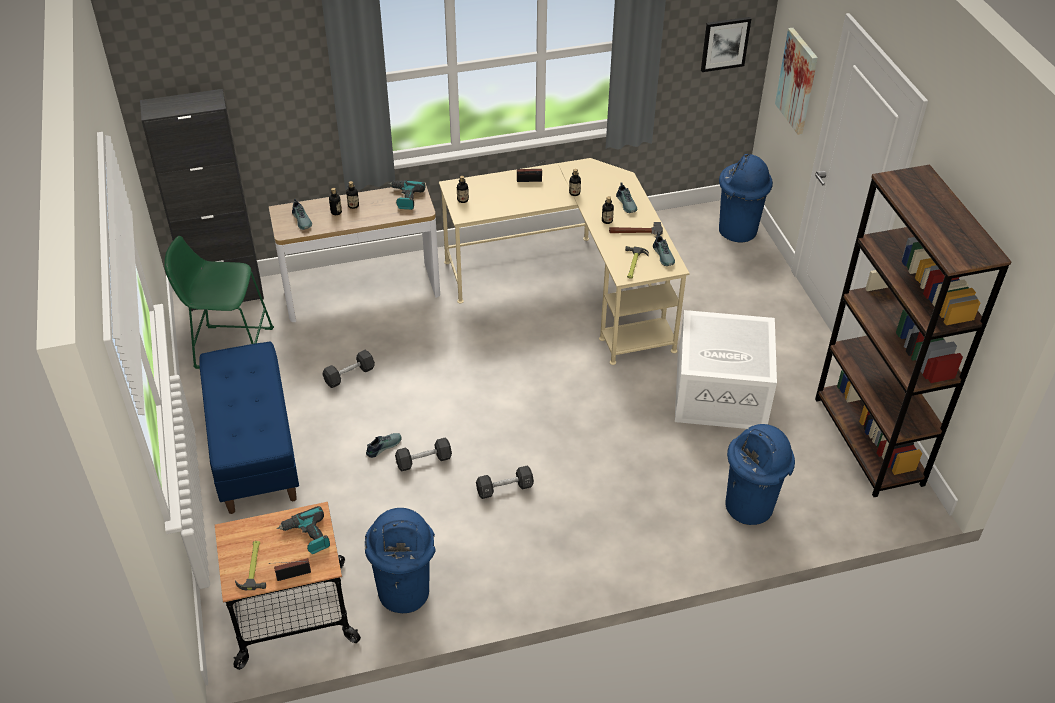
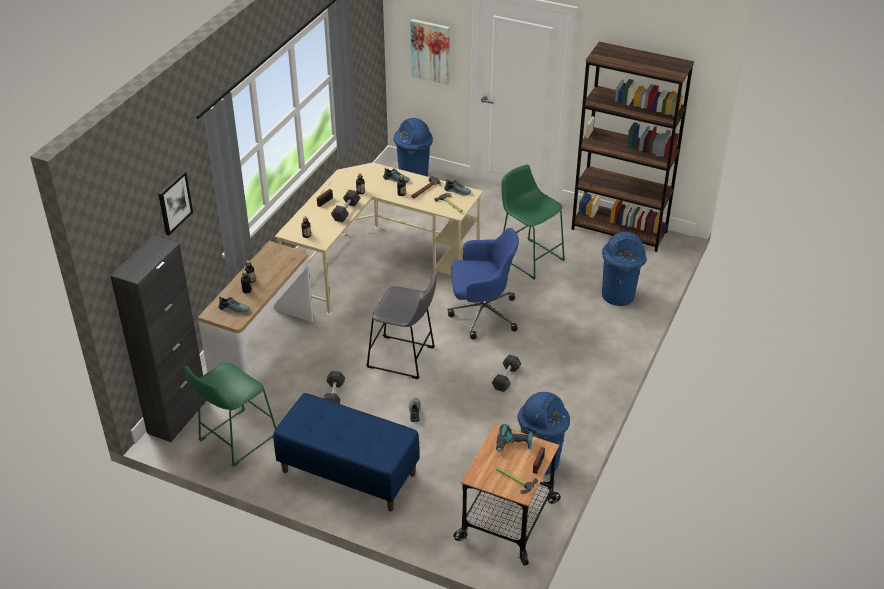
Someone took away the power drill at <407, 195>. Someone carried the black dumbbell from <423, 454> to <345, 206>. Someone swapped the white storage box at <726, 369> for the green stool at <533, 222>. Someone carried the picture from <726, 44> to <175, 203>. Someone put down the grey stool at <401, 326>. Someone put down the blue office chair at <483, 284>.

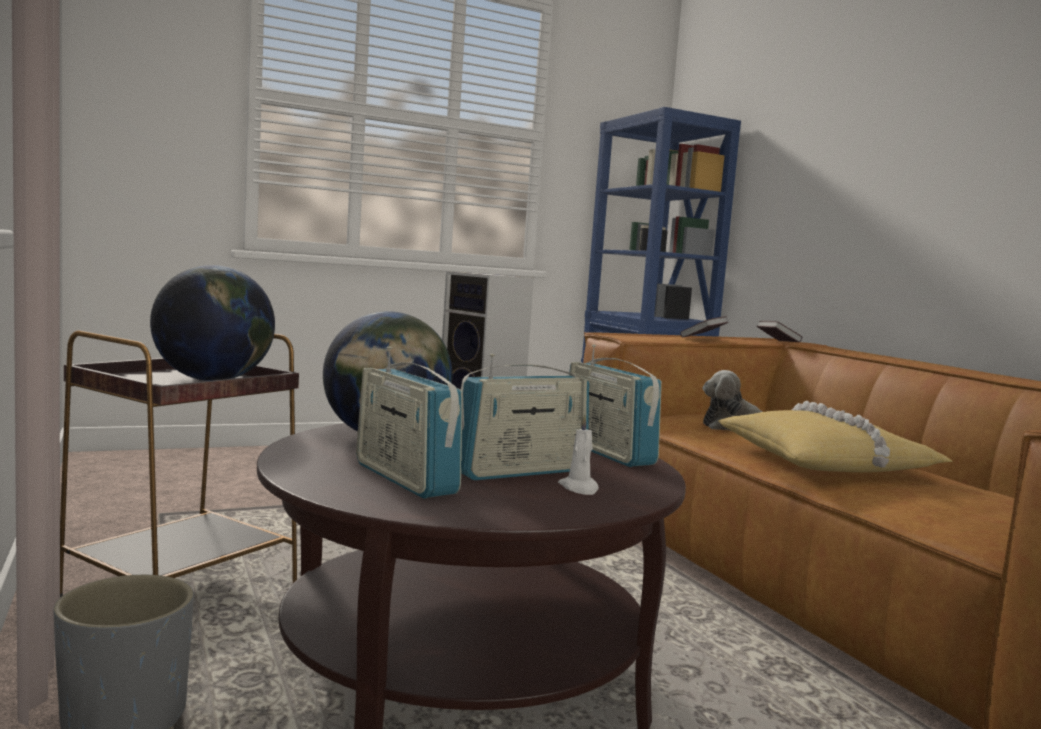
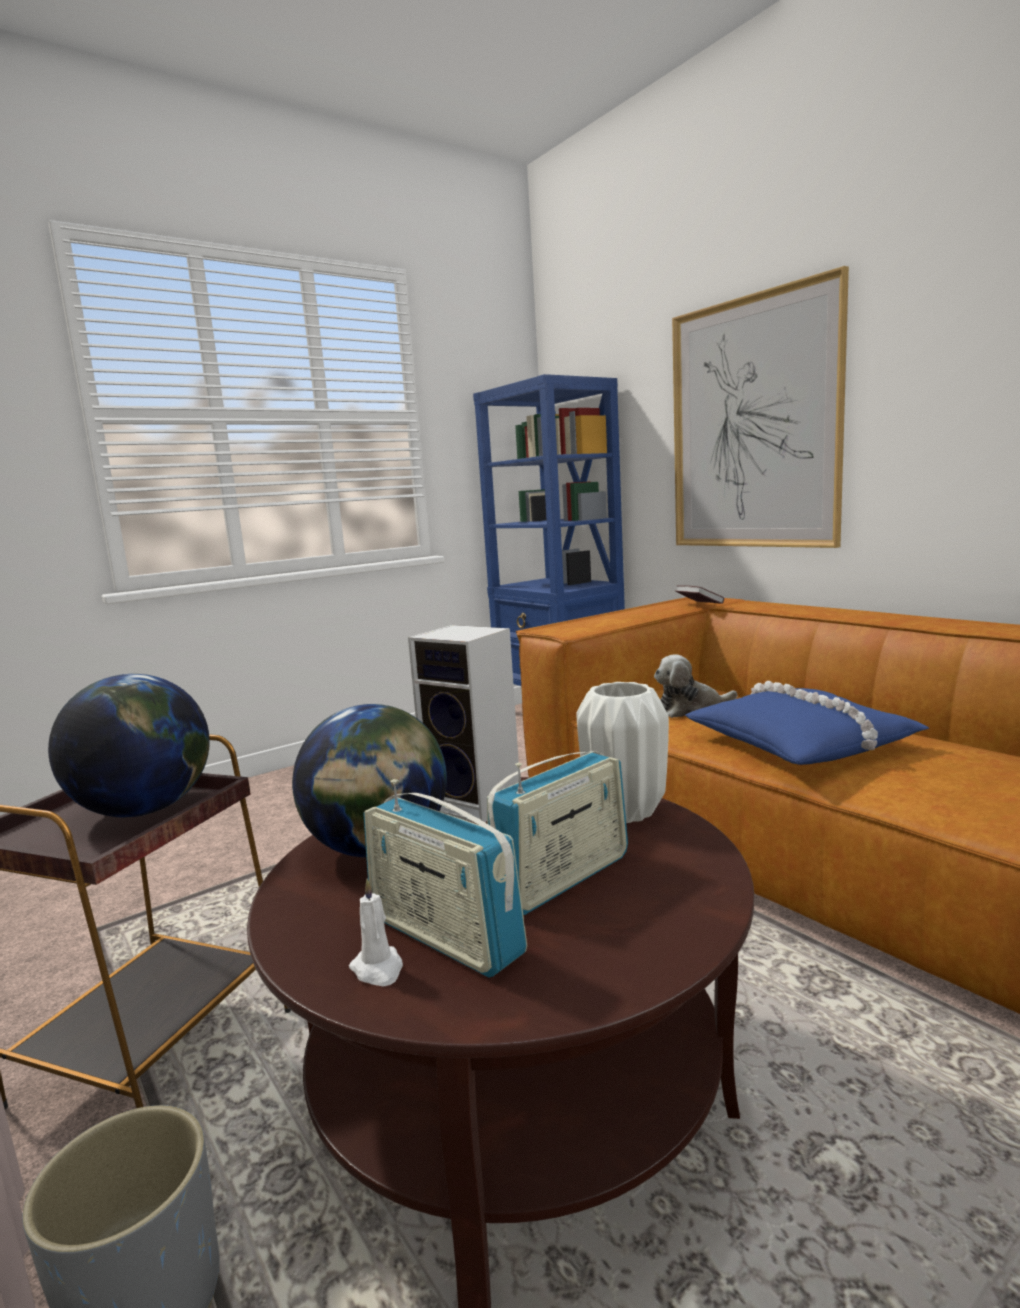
Someone carried the white candle from <578, 455> to <376, 933>. Someone swapped the radio at <615, 406> for the white vase at <622, 752>. Someone took away the book at <704, 327>. Someone repainted the yellow pillow at <836, 436>, which became the blue pillow at <807, 723>. Someone put up the picture at <760, 407>.

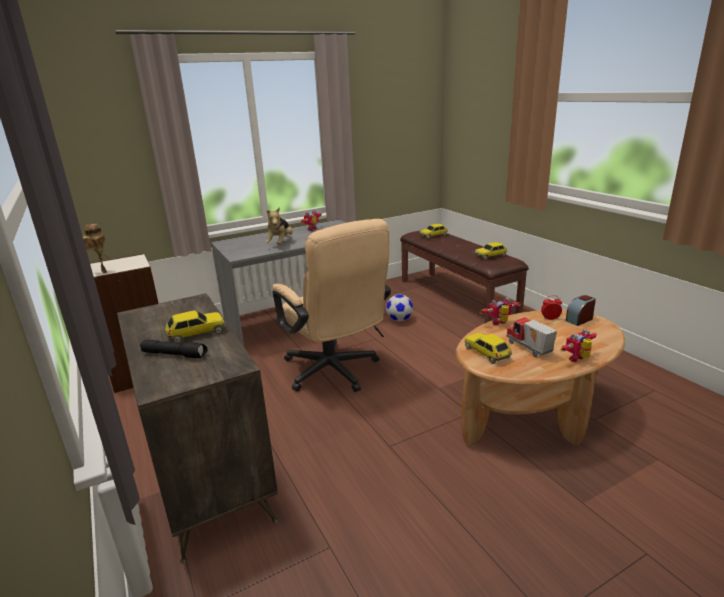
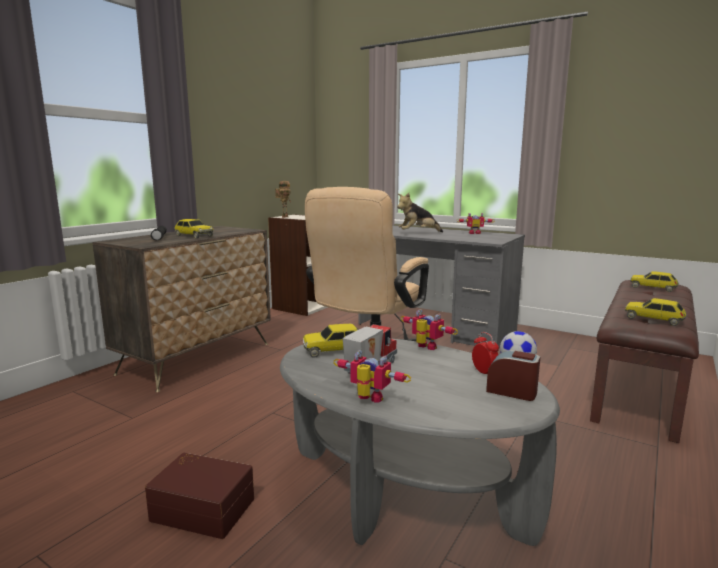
Someone repainted the brown coffee table at <540, 377>, which became the grey coffee table at <420, 442>. Someone rotated the toy car at <488, 348> by 135 degrees counterclockwise. Someone put down the brown storage box at <199, 496>.

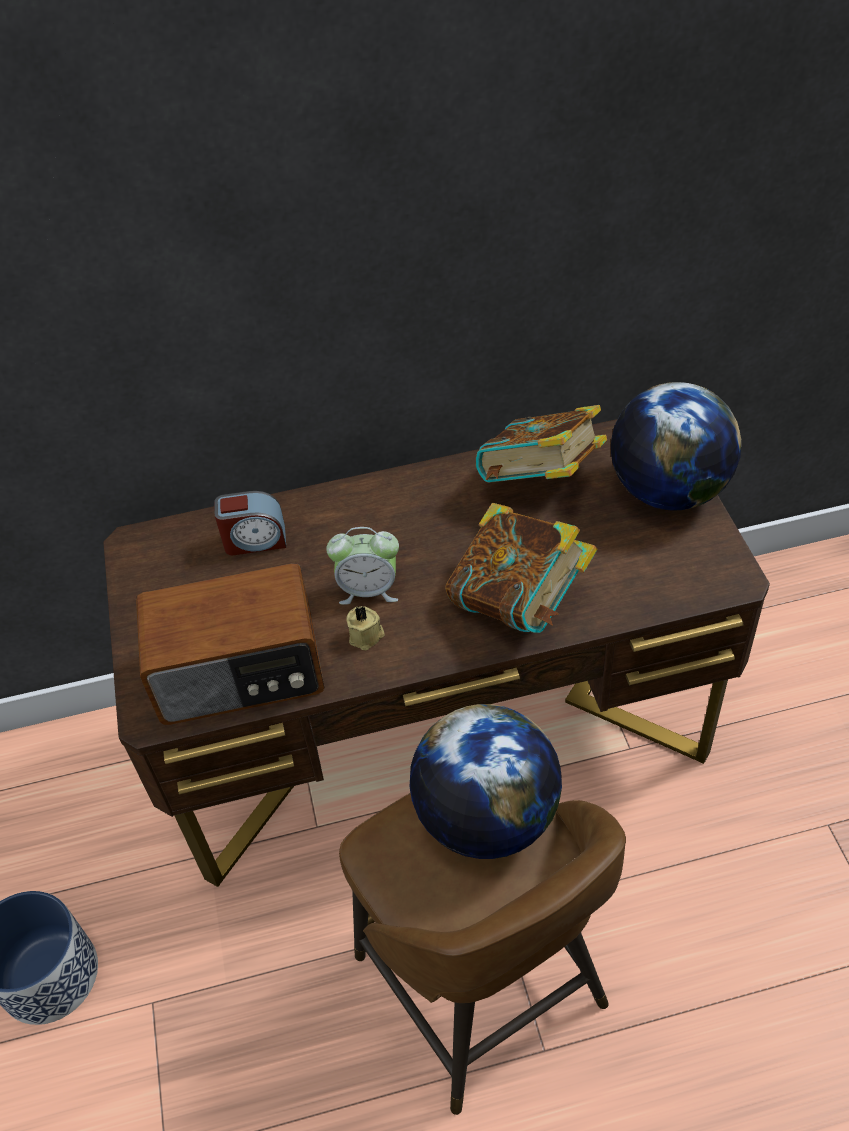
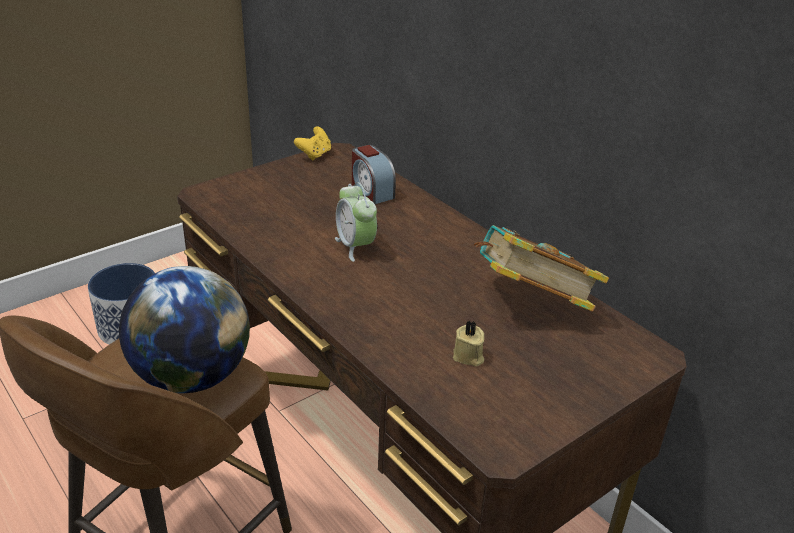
Someone took away the radio at <230, 644>. Someone carried the beige candle from <365, 628> to <468, 343>. Someone took away the book at <521, 568>. Someone took away the globe at <676, 446>. Someone put down the yellow game controller at <312, 143>.

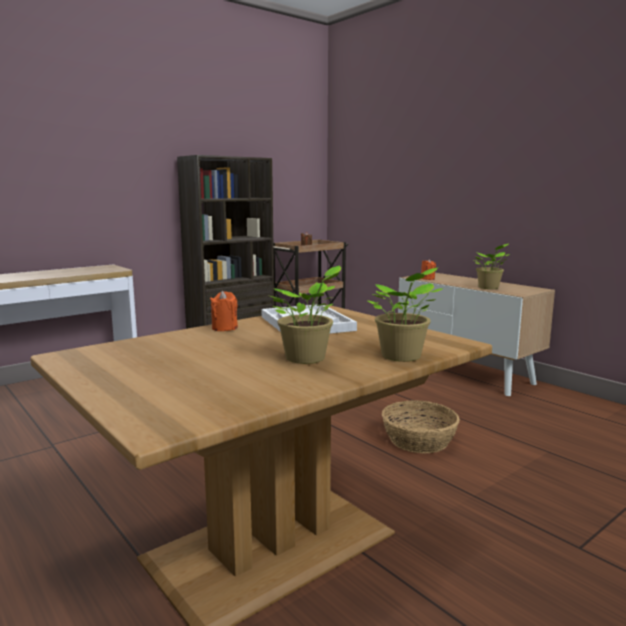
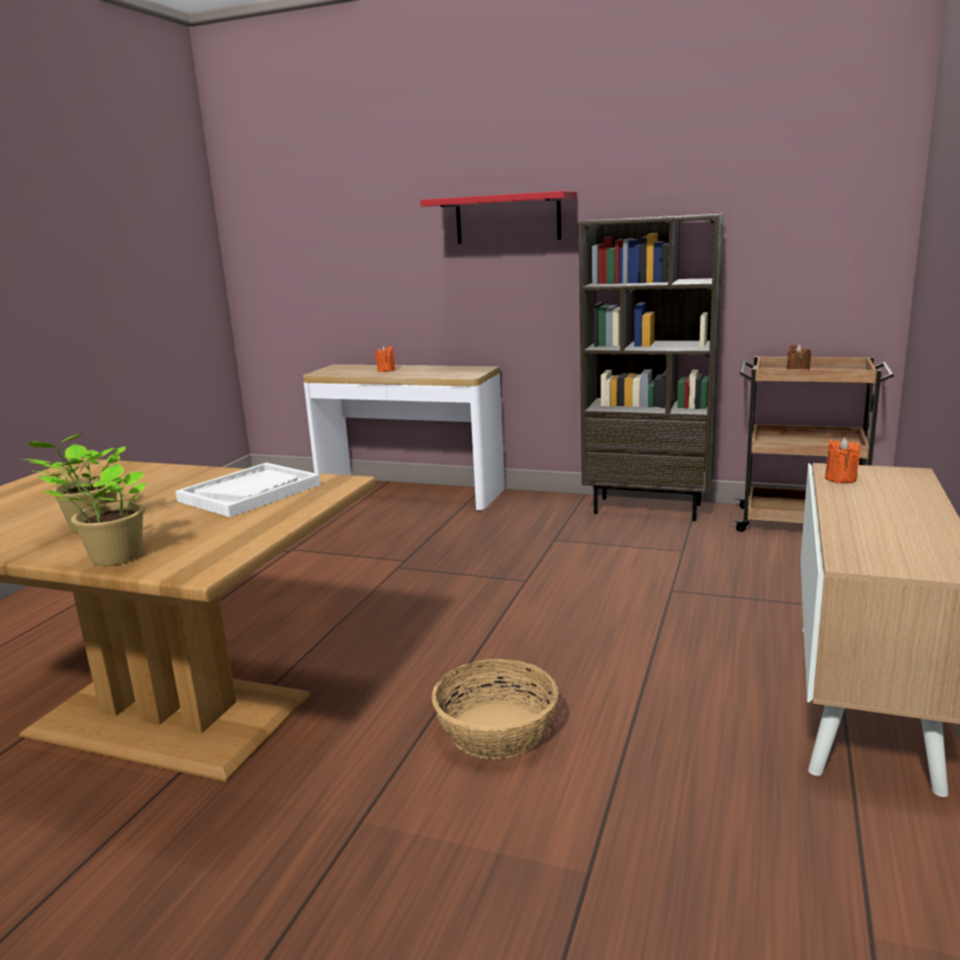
Someone carried the orange candle from <224, 311> to <385, 358>. Someone took away the potted plant at <492, 266>. Someone put up the red shelf at <498, 217>.

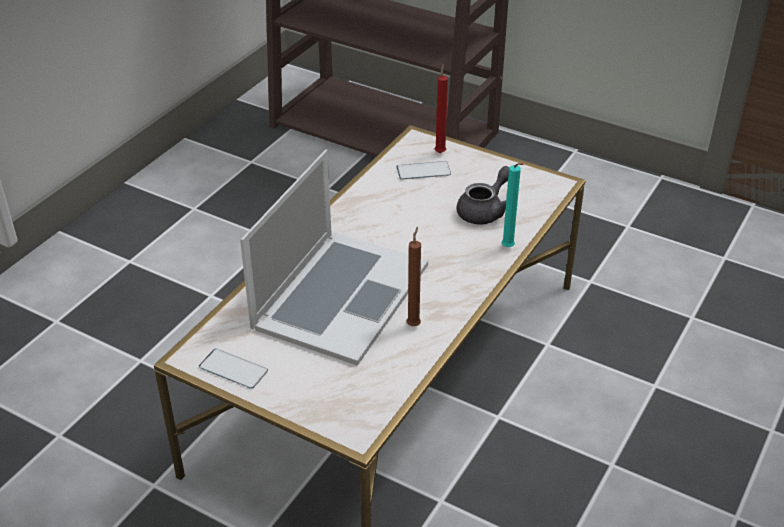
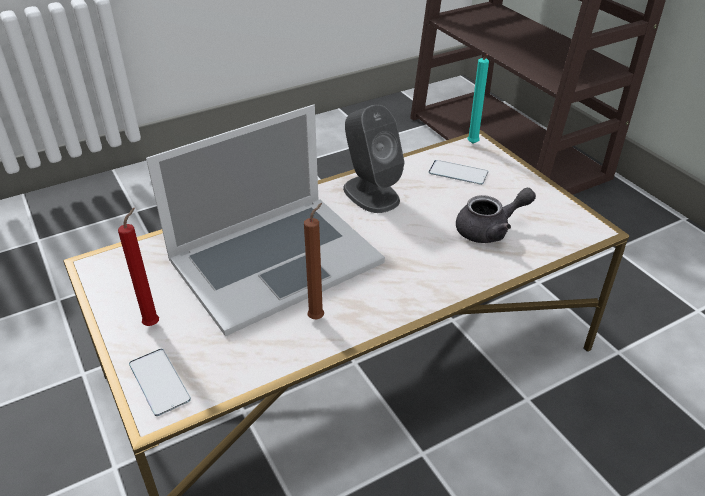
Someone carried the phone from <233, 369> to <160, 382>. Someone carried the red candle from <441, 108> to <138, 267>. Someone carried the turquoise candle from <512, 205> to <478, 99>. Someone put down the grey speaker at <374, 159>.

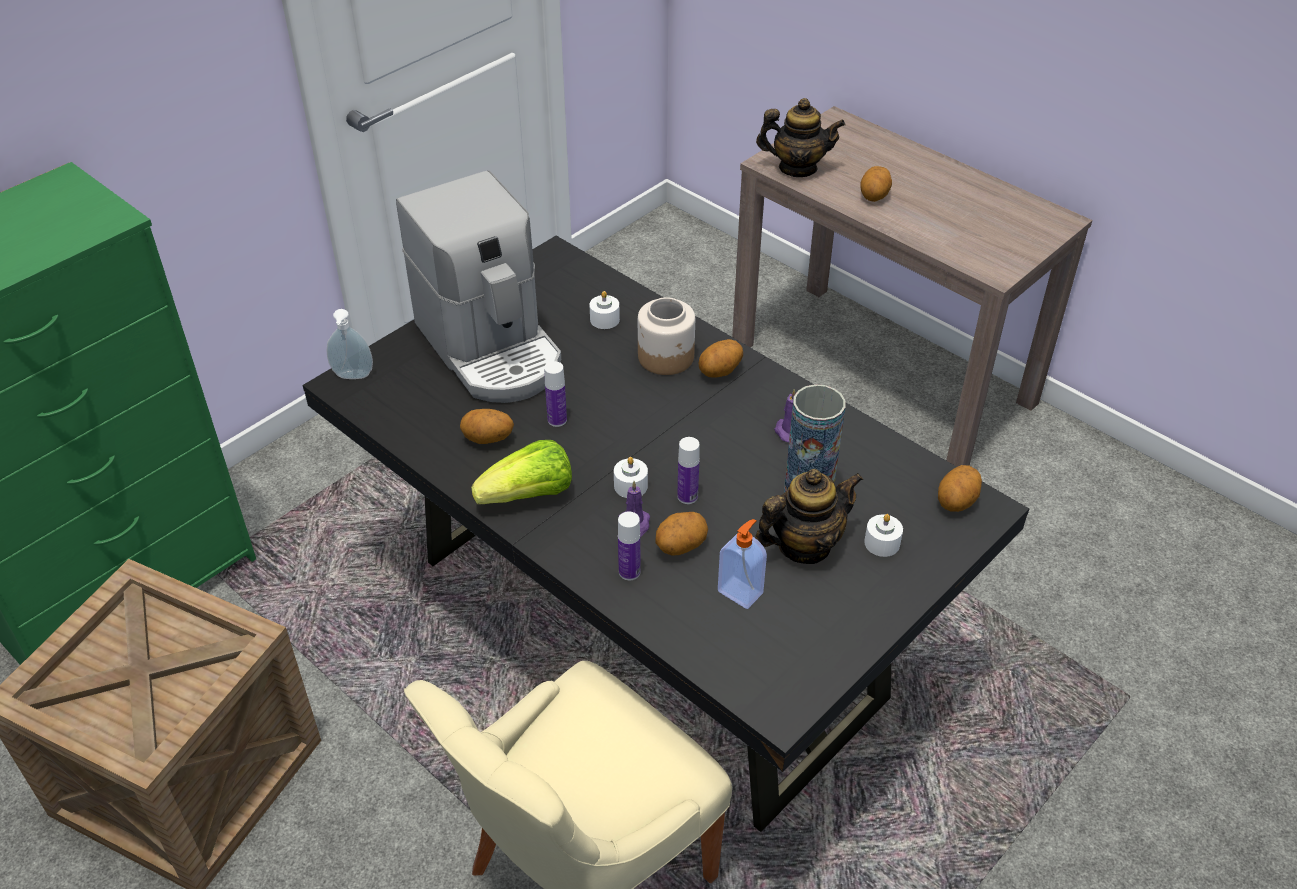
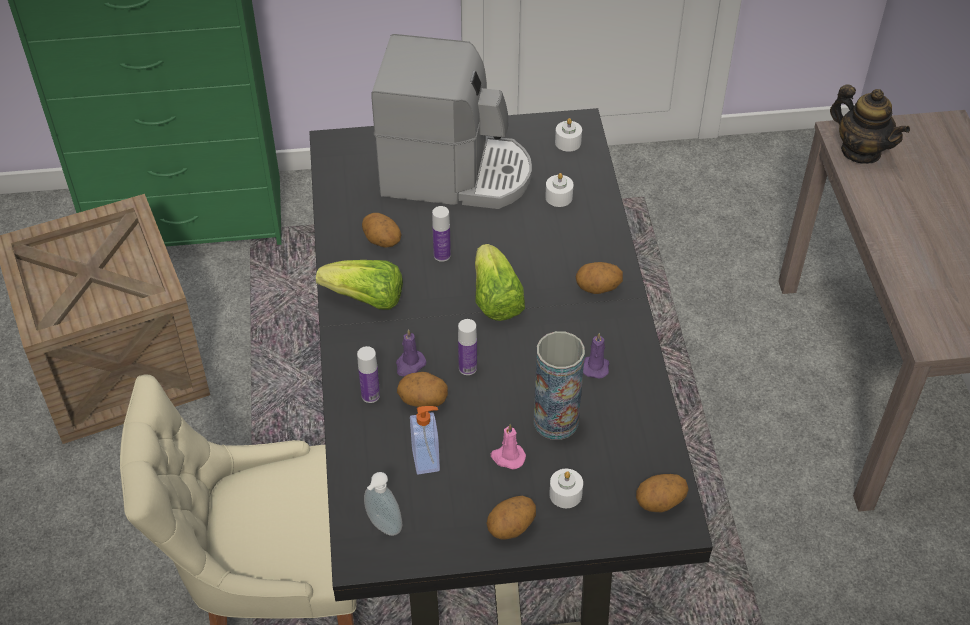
Someone carried the soap dispenser from <350, 344> to <383, 504>. Someone rotated the coffee machine at <478, 286> by 90 degrees counterclockwise. Someone carried the white candle from <631, 477> to <568, 135>. Someone took away the jar at <666, 336>. Someone swapped the teapot at <809, 516> for the pink candle at <508, 446>. Someone carried the potato from <876, 184> to <511, 518>. Someone put down the lettuce at <500, 282>.

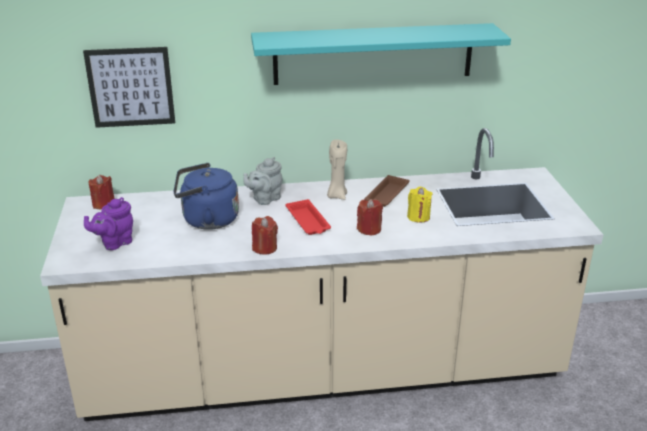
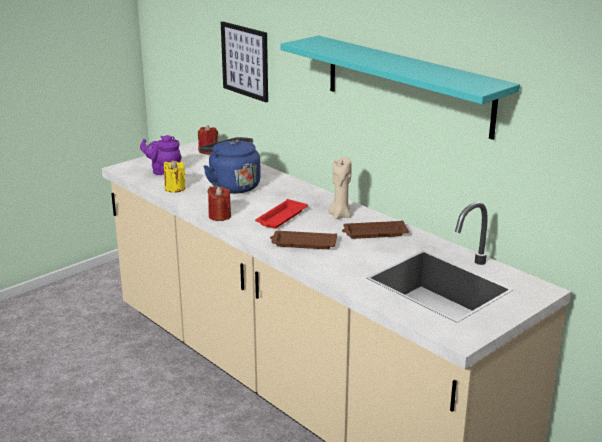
Someone took away the grey teapot at <262, 181>. Someone swapped the red candle at <370, 217> for the brown tray at <303, 240>. Someone carried the yellow candle from <420, 205> to <175, 176>.

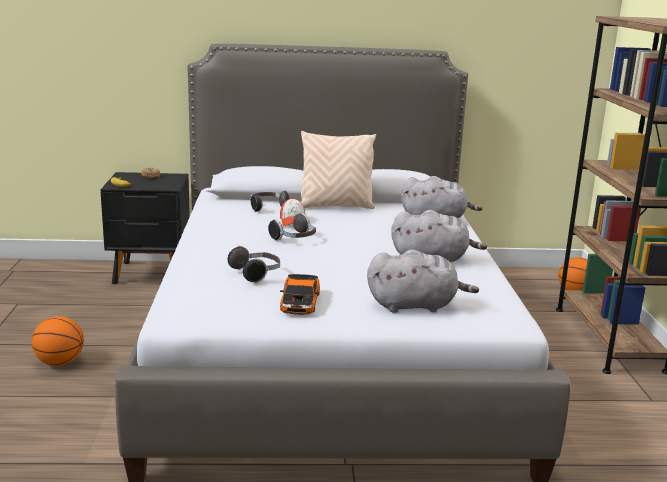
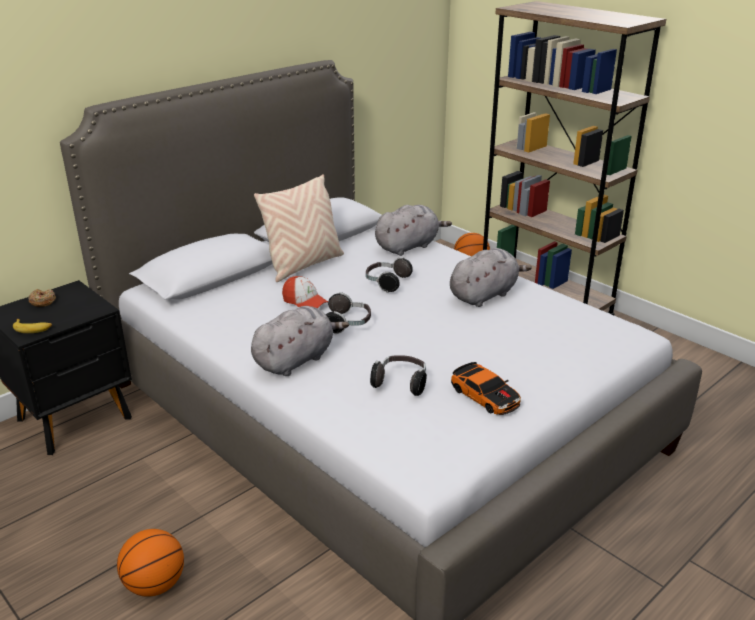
Someone carried the headphones from <269, 201> to <389, 275>. Someone carried the grey plush toy from <423, 281> to <300, 341>.

